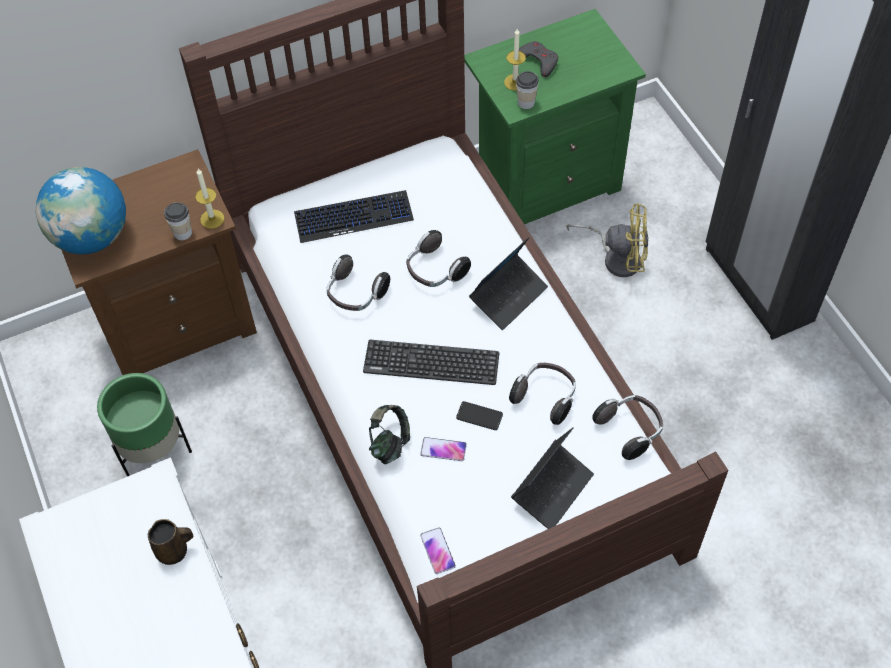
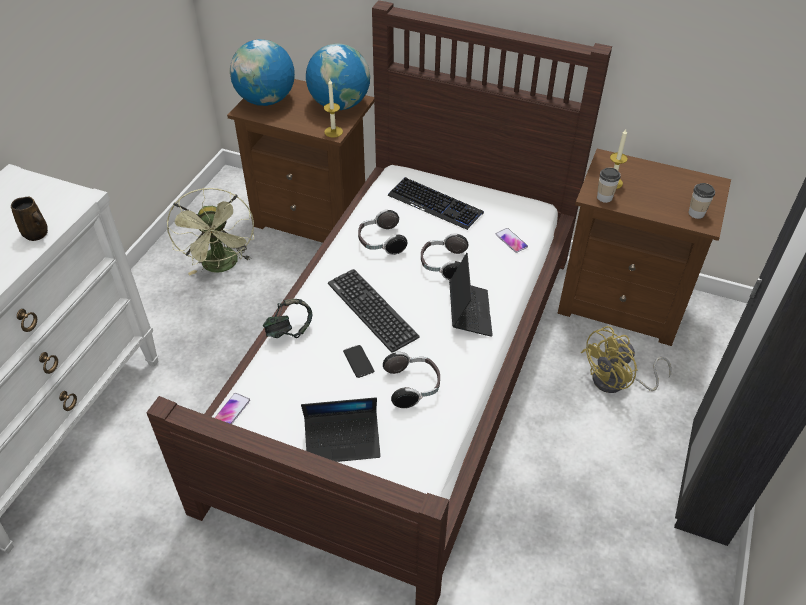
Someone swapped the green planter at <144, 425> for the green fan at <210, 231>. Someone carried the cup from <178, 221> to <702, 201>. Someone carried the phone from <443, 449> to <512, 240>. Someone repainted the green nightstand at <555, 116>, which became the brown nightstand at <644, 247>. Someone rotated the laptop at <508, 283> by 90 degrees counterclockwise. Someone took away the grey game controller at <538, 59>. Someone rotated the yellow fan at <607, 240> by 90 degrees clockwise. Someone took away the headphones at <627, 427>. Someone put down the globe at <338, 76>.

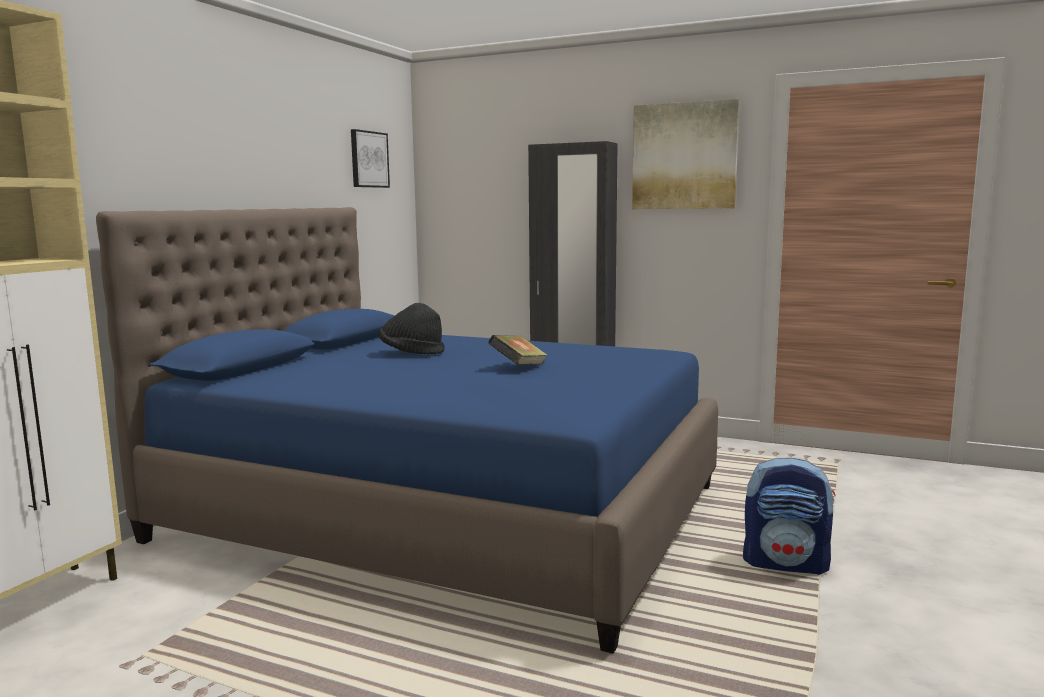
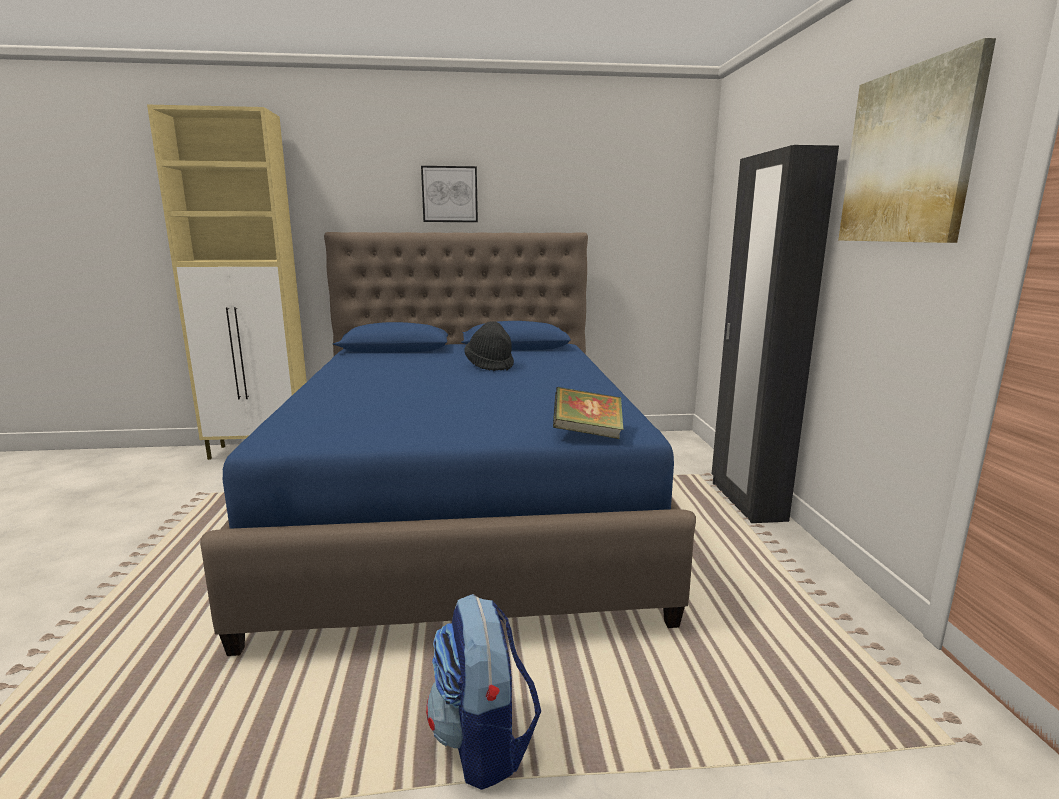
Someone carried the picture from <370, 158> to <449, 194>. Someone carried the book from <518, 350> to <588, 413>.

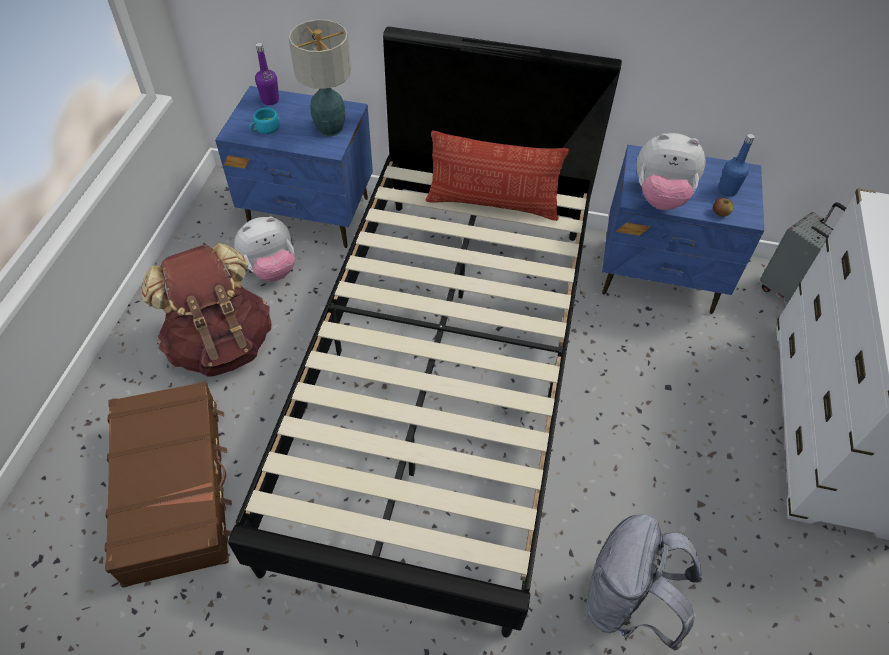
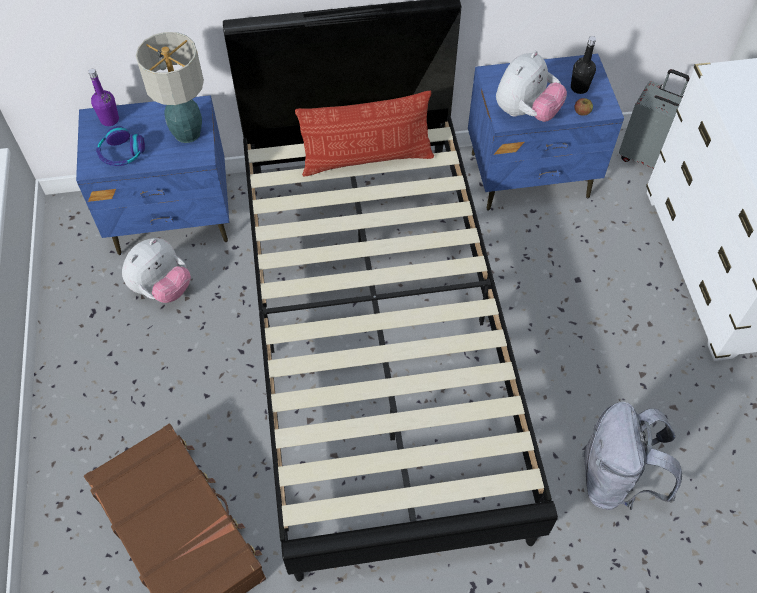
Someone took away the brown backpack at <206, 310>. Someone swapped the turquoise cup at <264, 121> for the headphones at <120, 146>. Someone rotated the plush toy at <670, 171> by 45 degrees counterclockwise. Someone repainted the blue bottle at <736, 165>, which became the black bottle at <583, 65>.

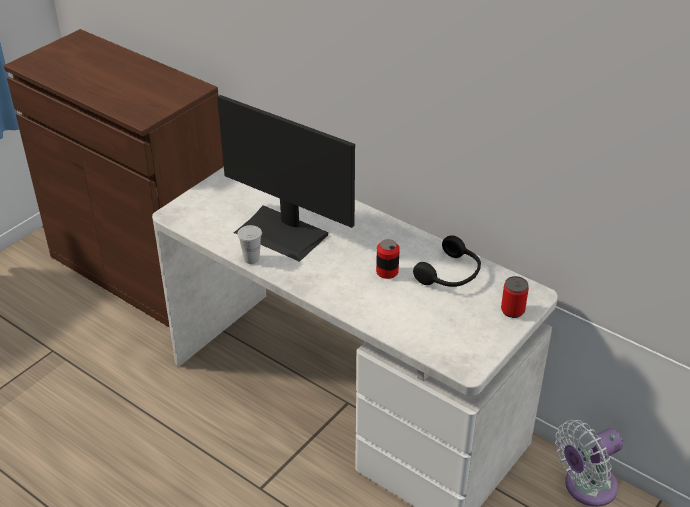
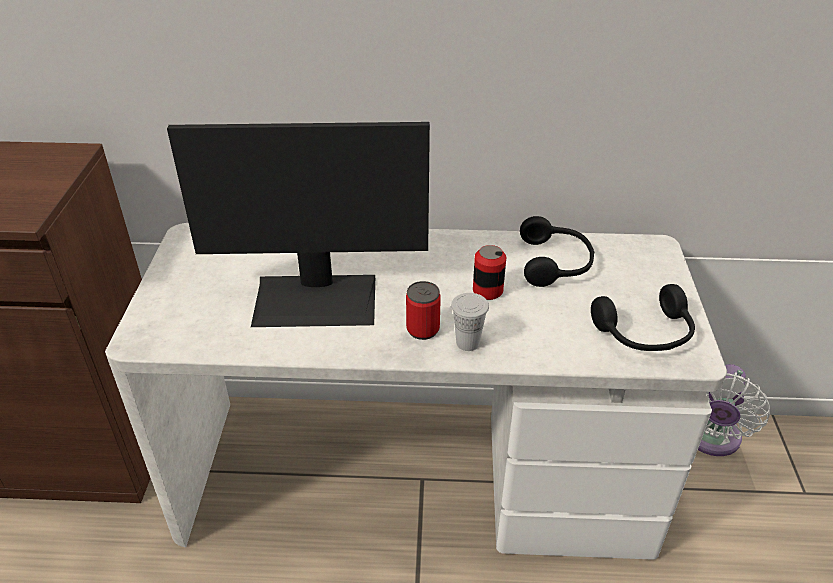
Someone carried the white cup from <249, 244> to <470, 322>. Someone carried the can from <515, 297> to <423, 310>. Someone put down the black headphones at <643, 317>.

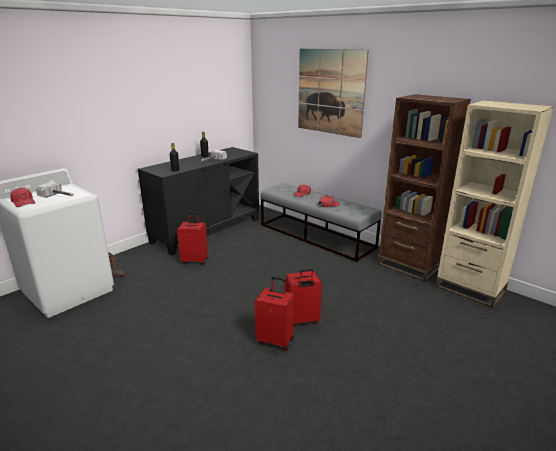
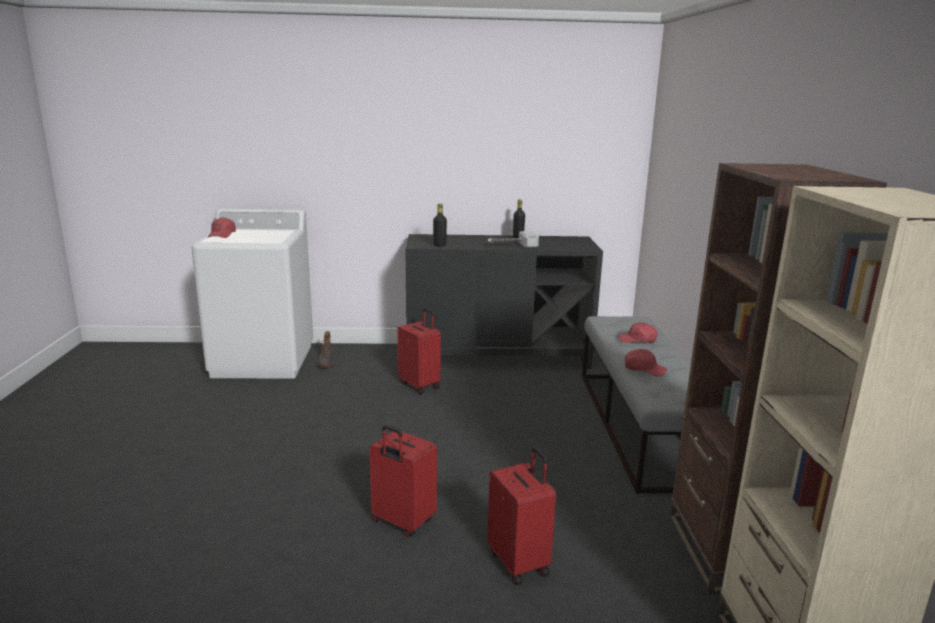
Someone took away the hammer at <55, 190>. Someone carried the red suitcase from <274, 314> to <521, 516>. Someone took away the picture at <333, 93>.

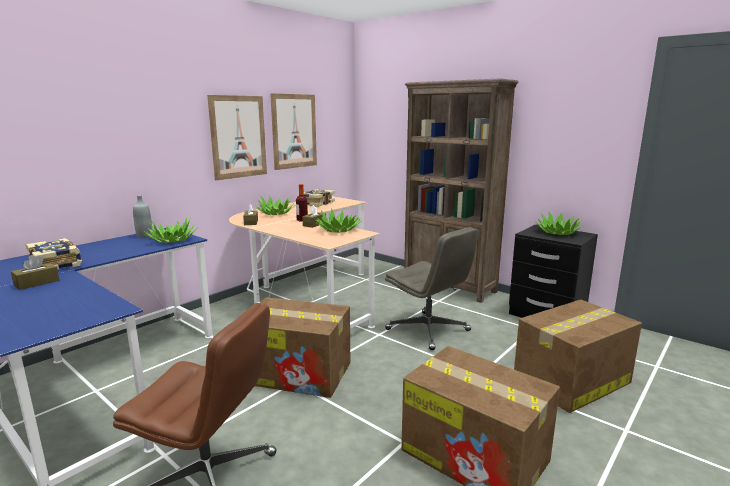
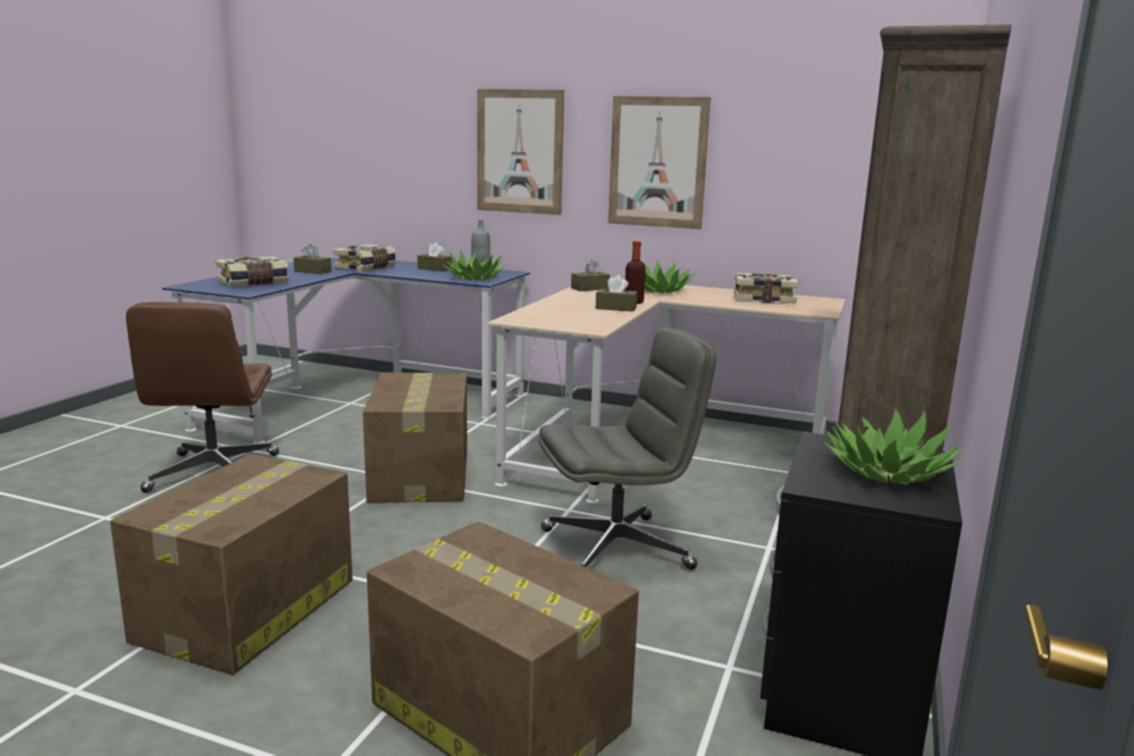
Someone carried the picture from <293, 131> to <520, 152>. Someone took away the potted plant at <338, 220>. Someone rotated the grey office chair at <432, 288> by 135 degrees counterclockwise. Someone put down the book at <252, 271>. Someone put down the brown tissue box at <434, 257>.

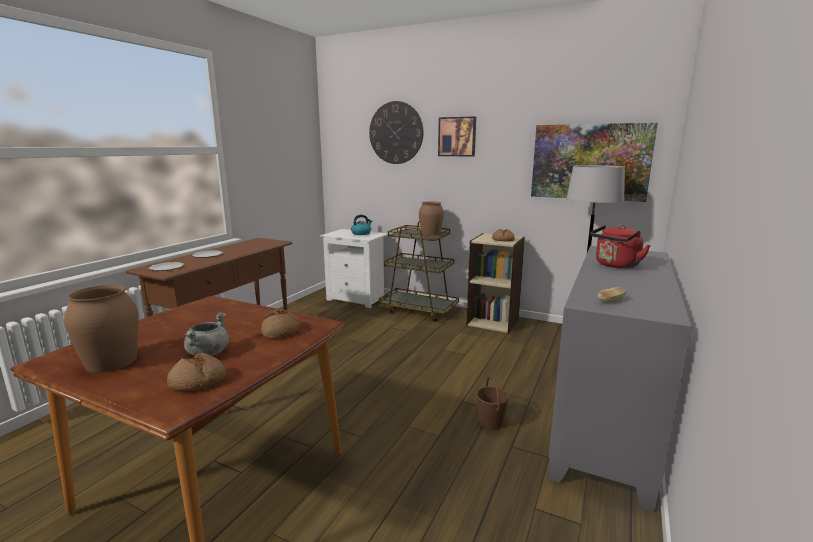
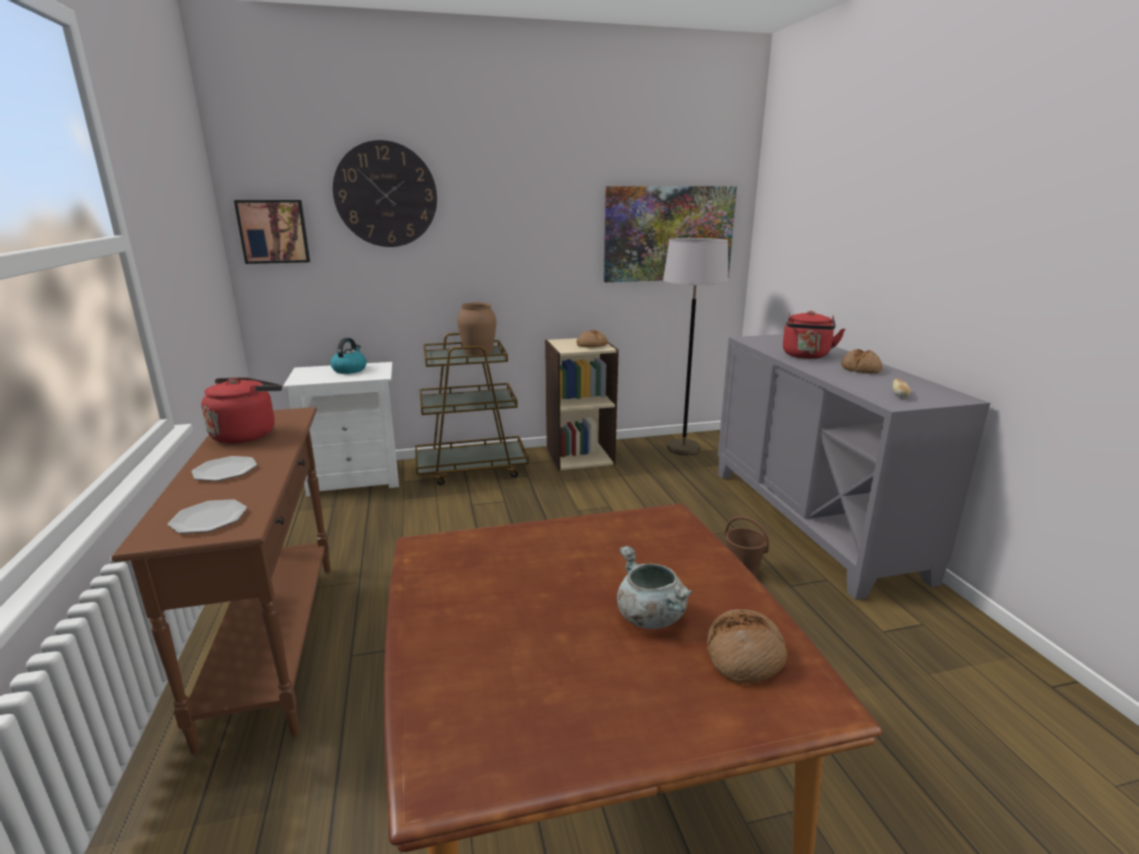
Someone took away the brown vase at <101, 329>. Someone carried the bread from <280, 324> to <861, 361>. Someone carried the picture from <457, 136> to <272, 232>. Someone put down the red kettle at <241, 410>.

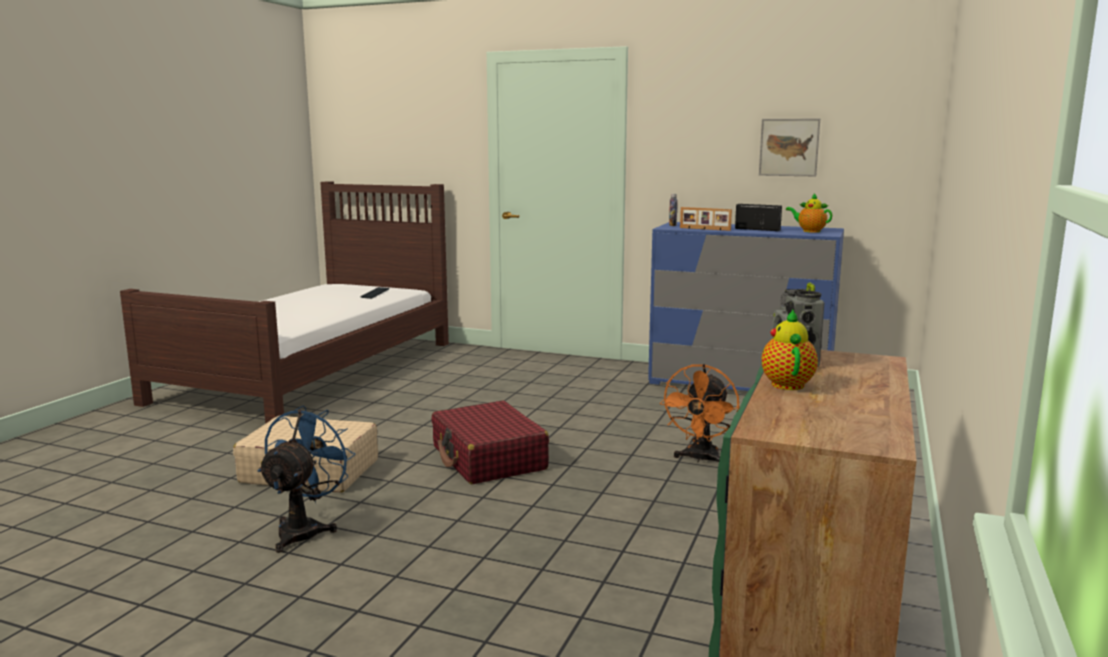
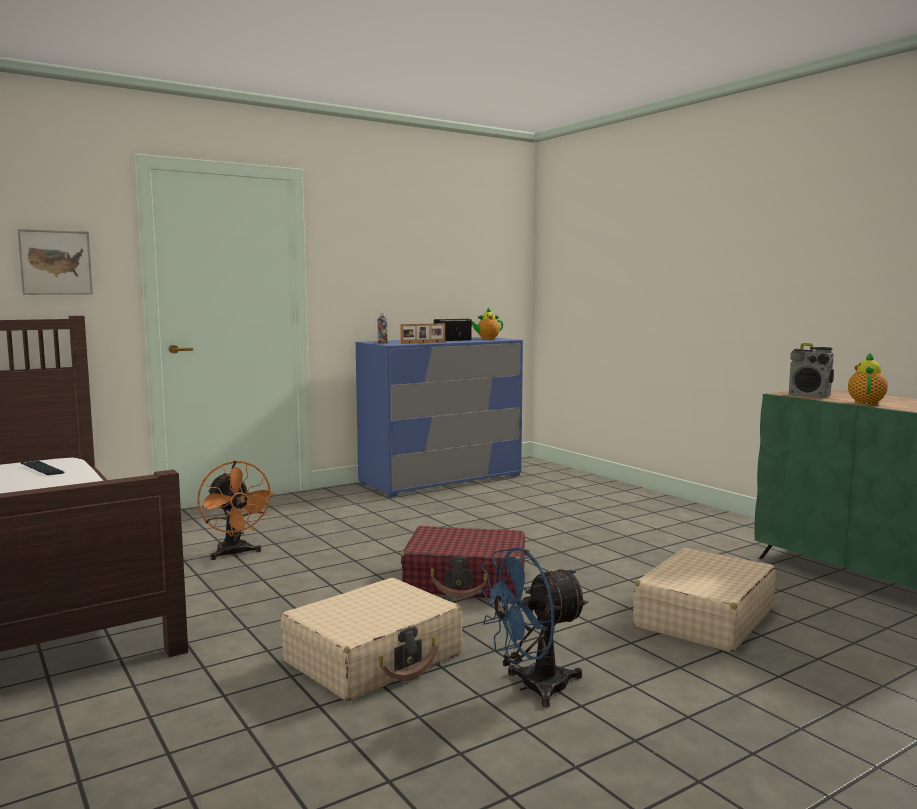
Someone rotated the blue fan at <307, 479> by 75 degrees counterclockwise. Someone carried the orange fan from <699, 413> to <236, 510>. Someone carried the picture from <789, 148> to <55, 262>. Someone rotated the teapot at <790, 349> by 75 degrees clockwise. Someone put down the beige suitcase at <704, 600>.

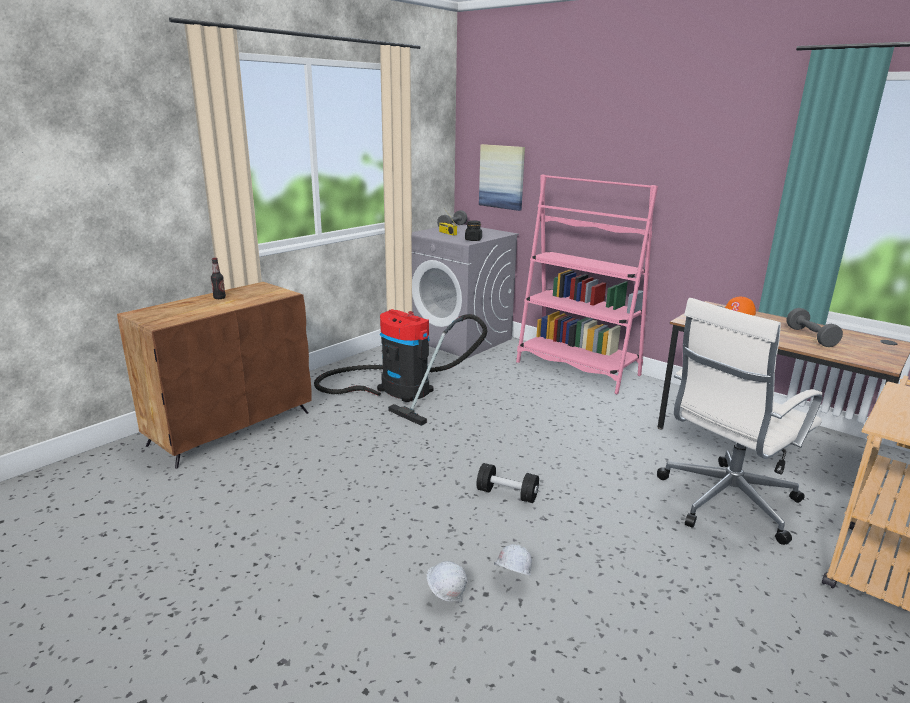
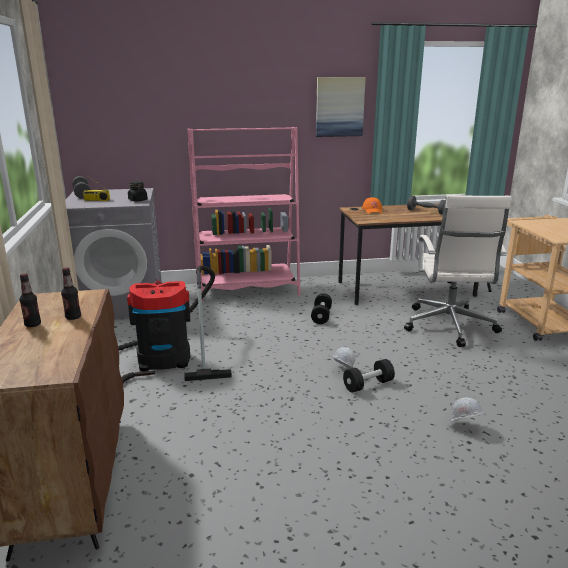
Someone carried the white hard hat from <447, 581> to <344, 358>. Someone carried the picture from <502, 177> to <341, 107>. Someone put down the bottle at <71, 293>. Someone put down the black dumbbell at <321, 308>.

